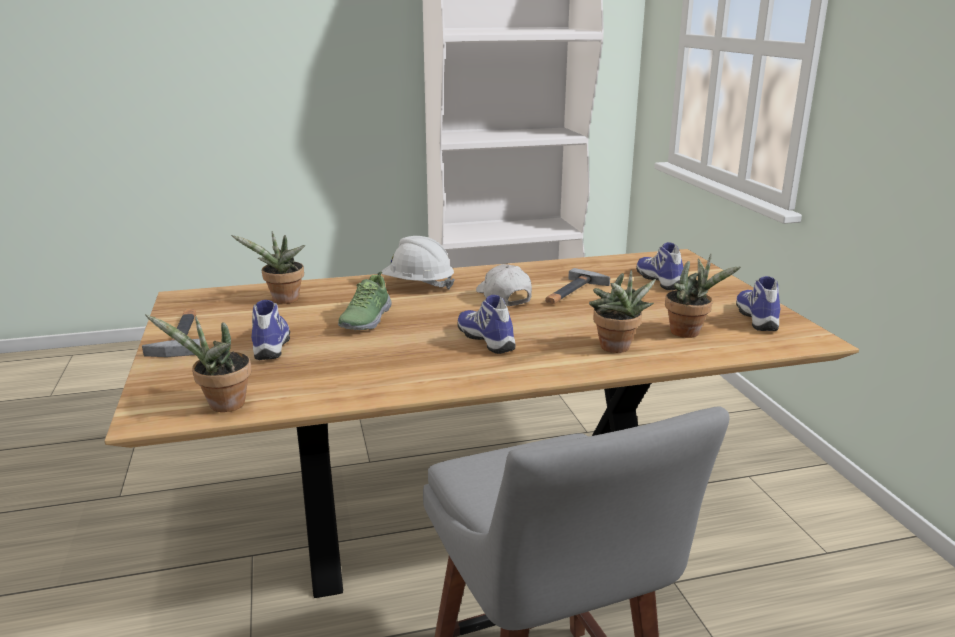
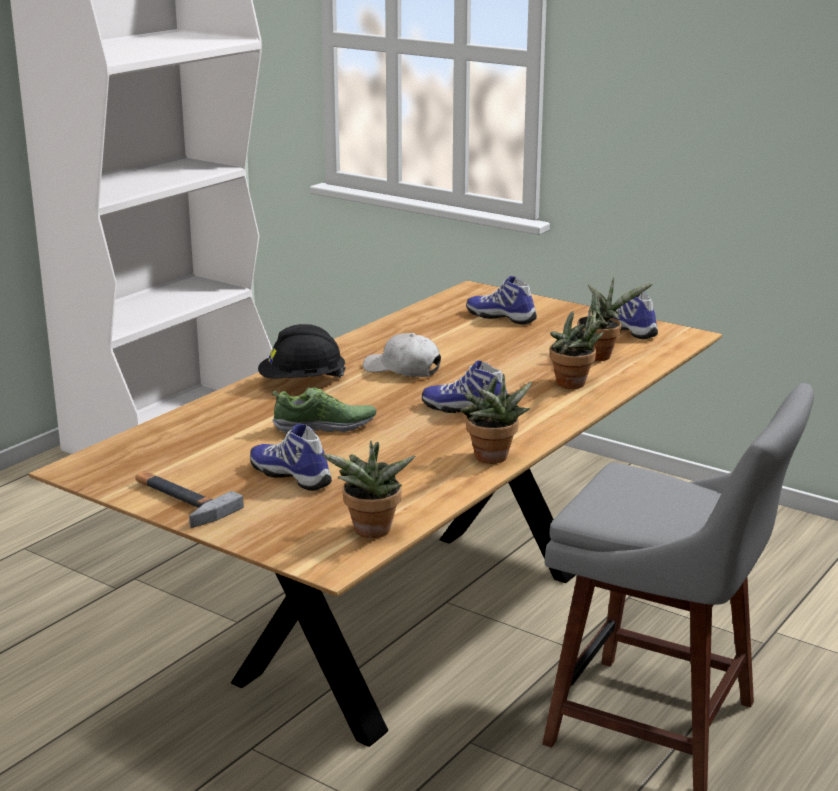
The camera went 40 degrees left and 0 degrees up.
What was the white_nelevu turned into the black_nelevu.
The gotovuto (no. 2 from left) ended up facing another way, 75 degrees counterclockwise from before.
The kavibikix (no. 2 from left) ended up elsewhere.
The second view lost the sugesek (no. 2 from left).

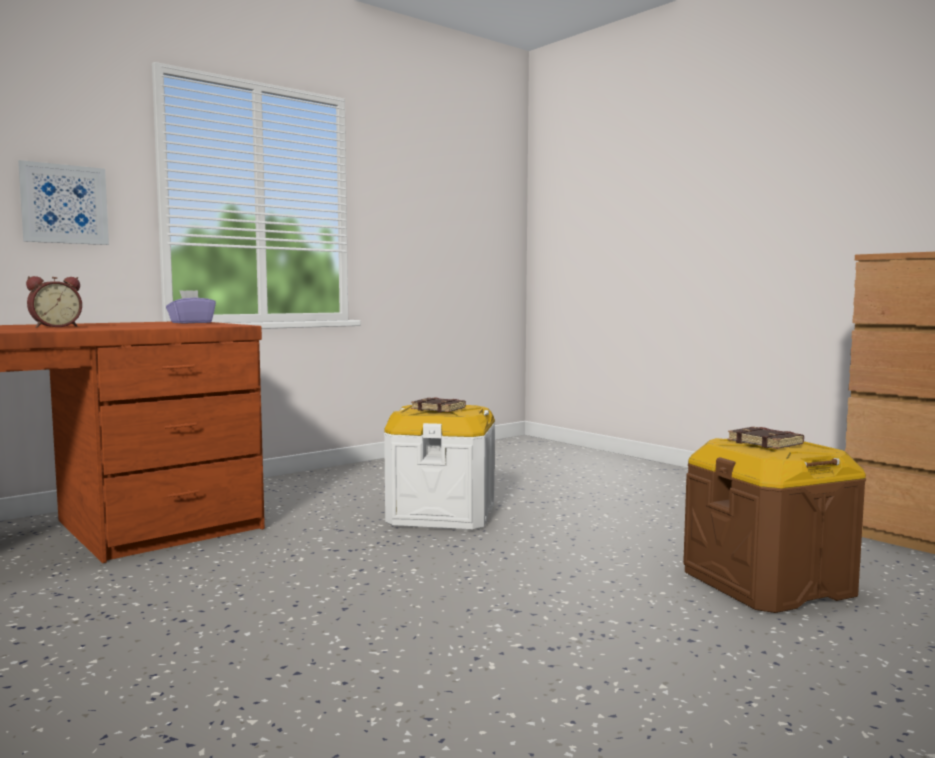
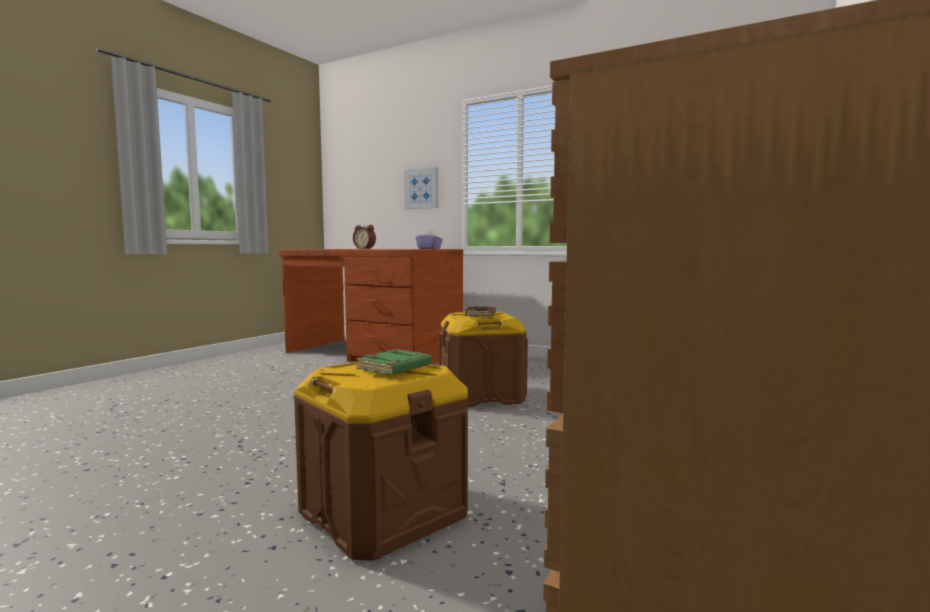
The camera went 70 degrees right and 0 degrees up.
What was the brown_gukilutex (no. 2 from left) turned into the green_gukilutex.
What was the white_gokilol turned into the brown_gokilol (no. 2 from left).

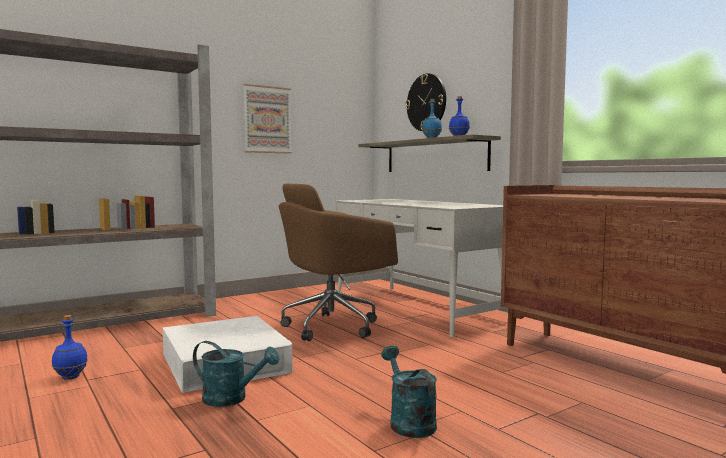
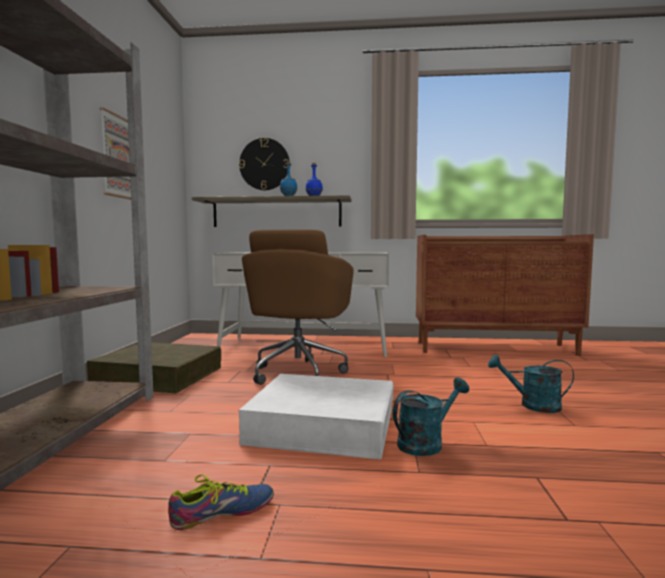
The camera went 50 degrees left and 0 degrees up.
The second view gained the brown_gokilol.
Where the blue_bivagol (no. 1 from left) stood, the gotovuto came to stand.

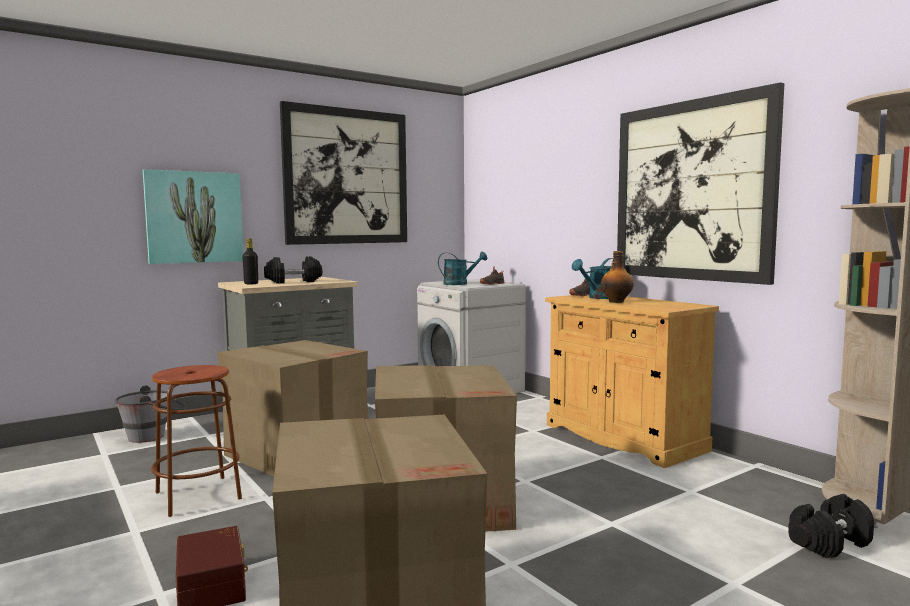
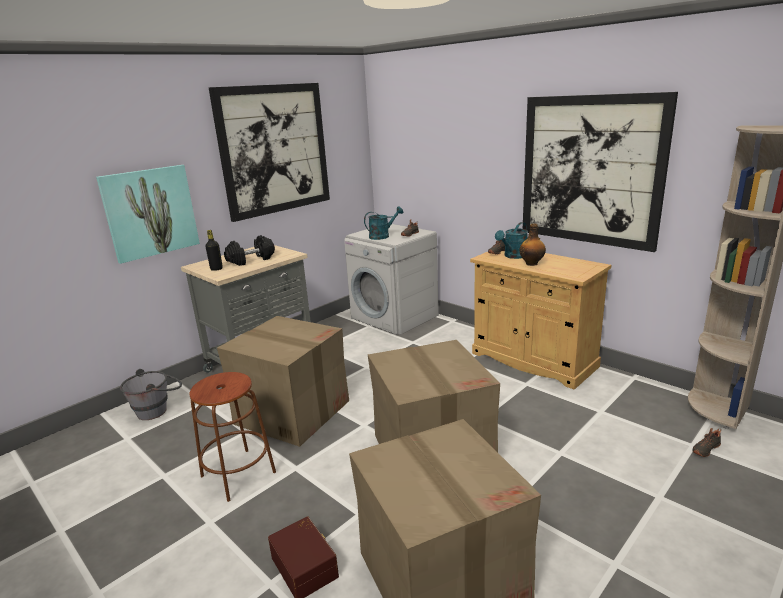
The camera went 10 degrees left and 15 degrees up.
Where the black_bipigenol (no. 2 from left) stood, the black_gotovuto (no. 3 from left) came to stand.

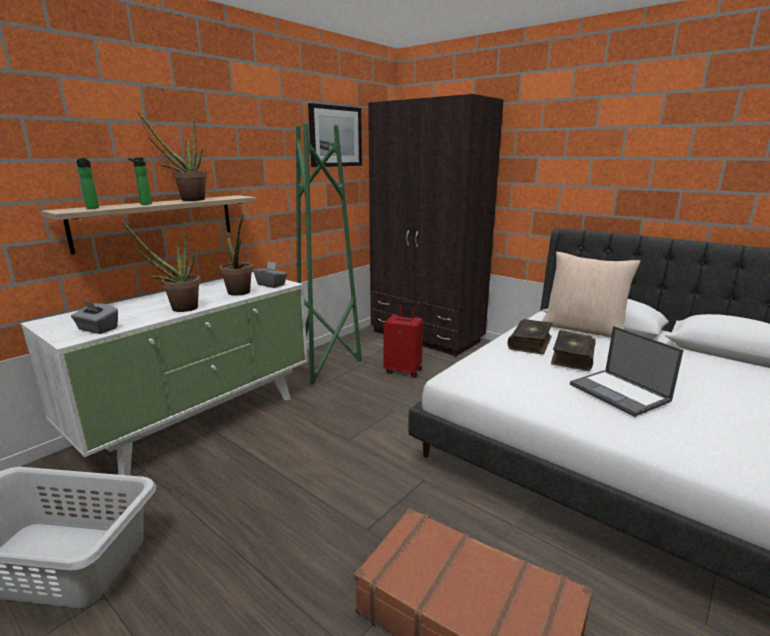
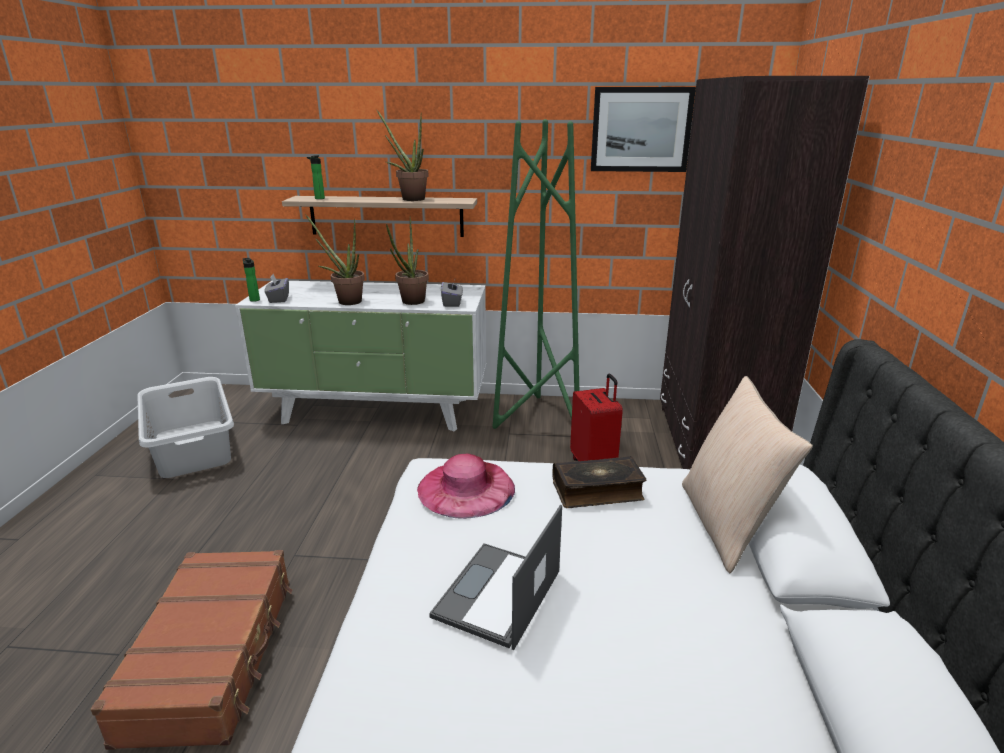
The camera went 55 degrees right and 5 degrees up.
The bivagol (no. 2 from left in the first image) ended up elsewhere.
The second view gained the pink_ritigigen.
The second view lost the gukilutex (no. 2 from left).

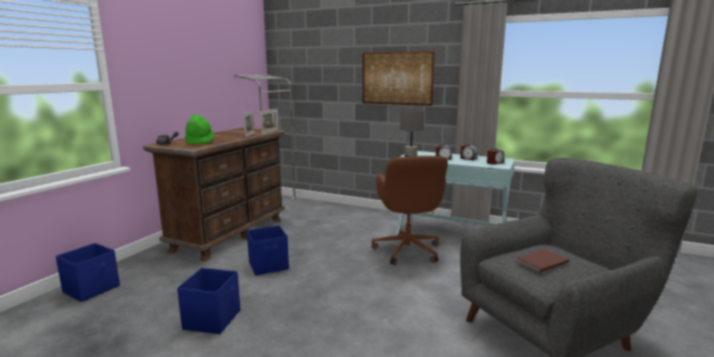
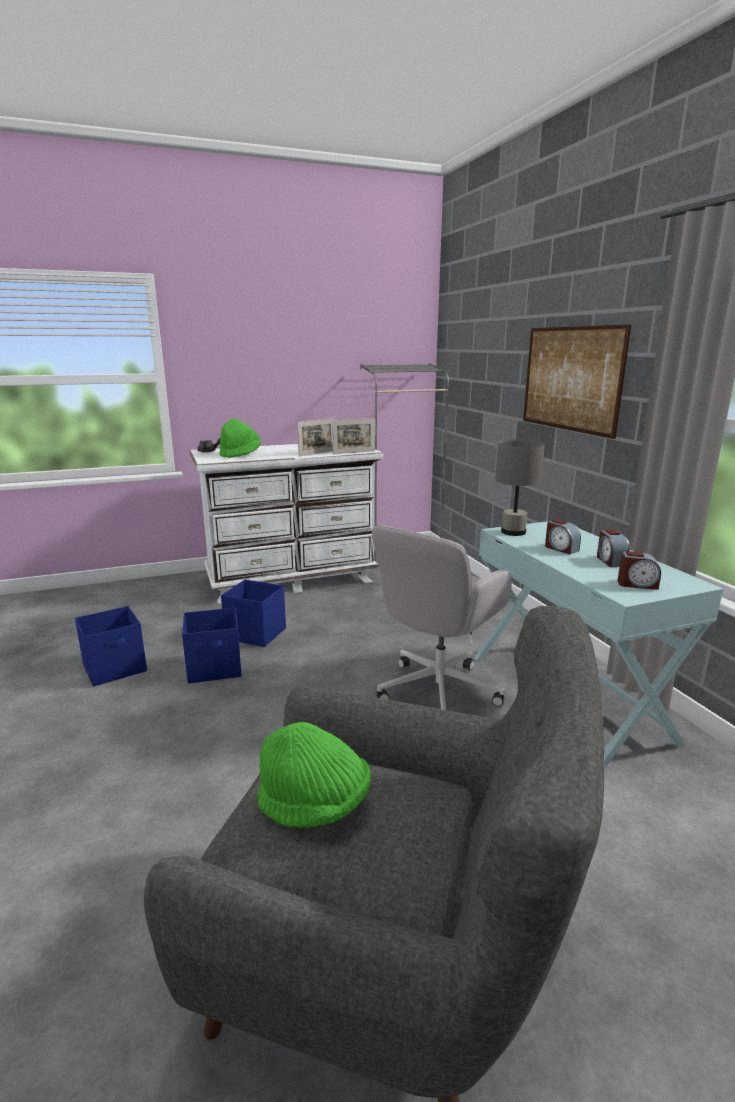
The camera went 45 degrees right and 5 degrees up.
The blue_gokilol (no. 1 from left in the first image) ended up elsewhere.
What was the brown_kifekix turned into the white_kifekix.
Where the brown_gukilutex stood, the green_ritigigen (no. 2 from left) came to stand.
What was the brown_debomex turned into the grey_debomex.

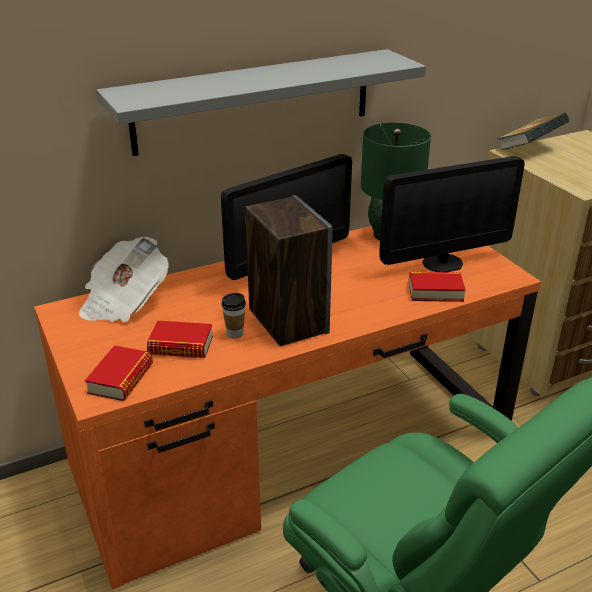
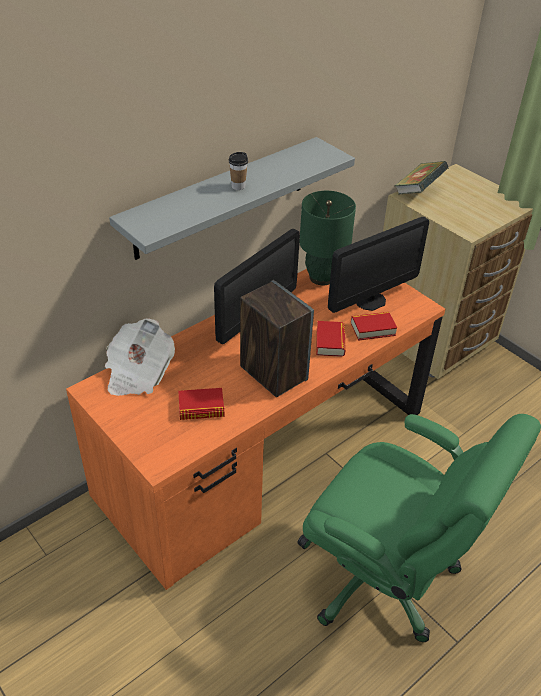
The camera went 15 degrees left and 10 degrees up.
The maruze ended up elsewhere.
The gukilutex (no. 1 from left in the first image) ended up elsewhere.

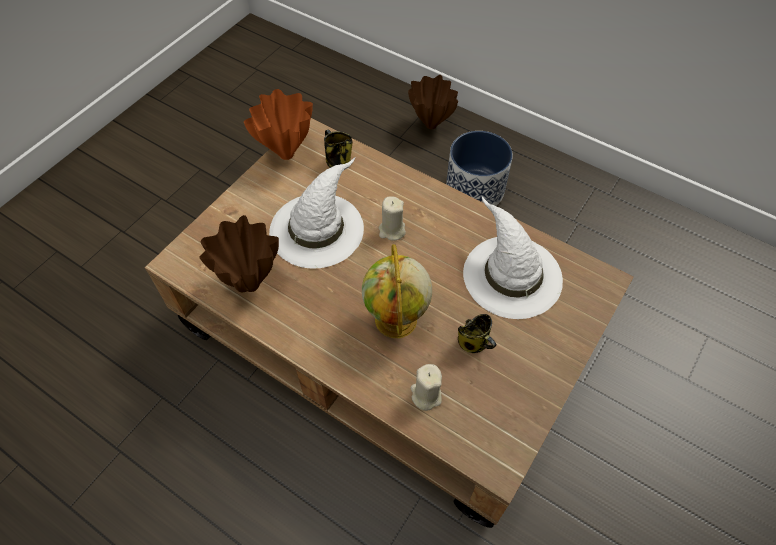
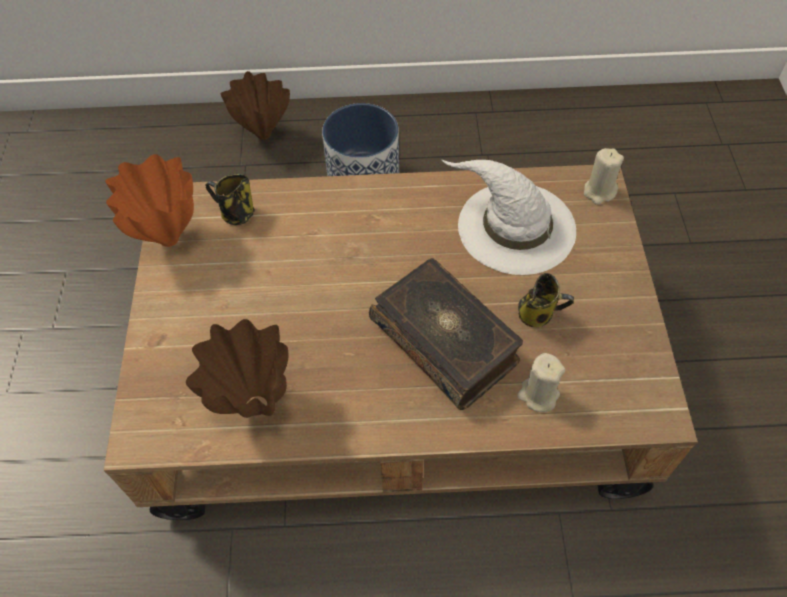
The camera went 35 degrees left and 0 degrees up.
Where the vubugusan stood, the gukilutex came to stand.
The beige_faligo (no. 1 from left in the first image) ended up elsewhere.
The second view lost the white_ritigigen (no. 1 from left).

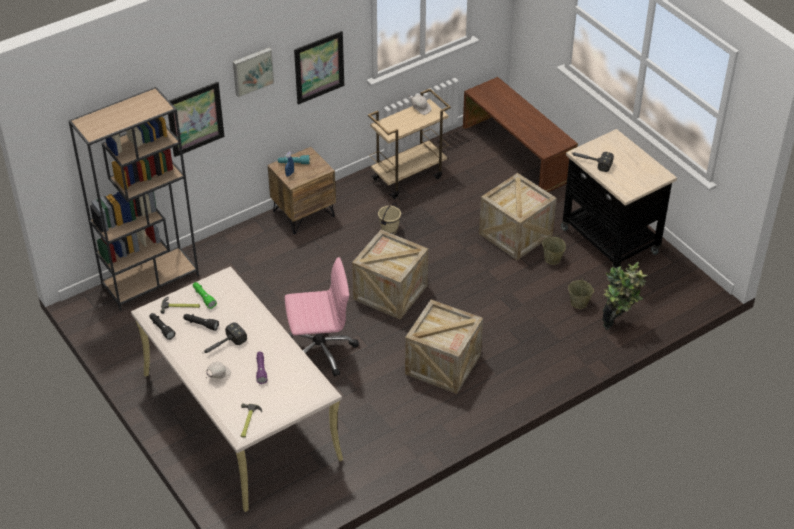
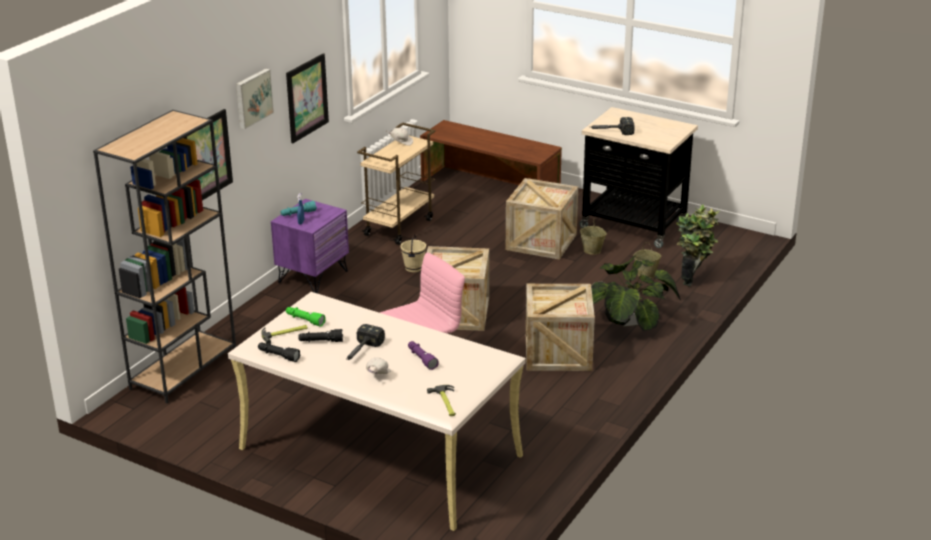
The camera went 25 degrees left and 15 degrees down.
What was the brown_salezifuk turned into the purple_salezifuk.
The second view gained the kavibikix (no. 1 from left).

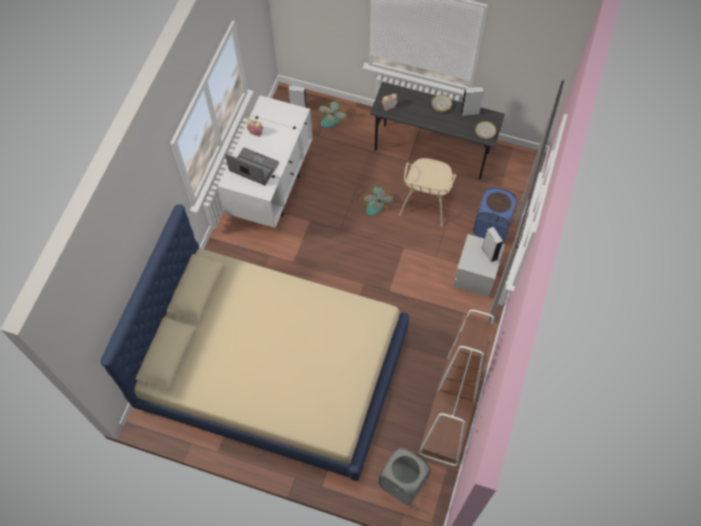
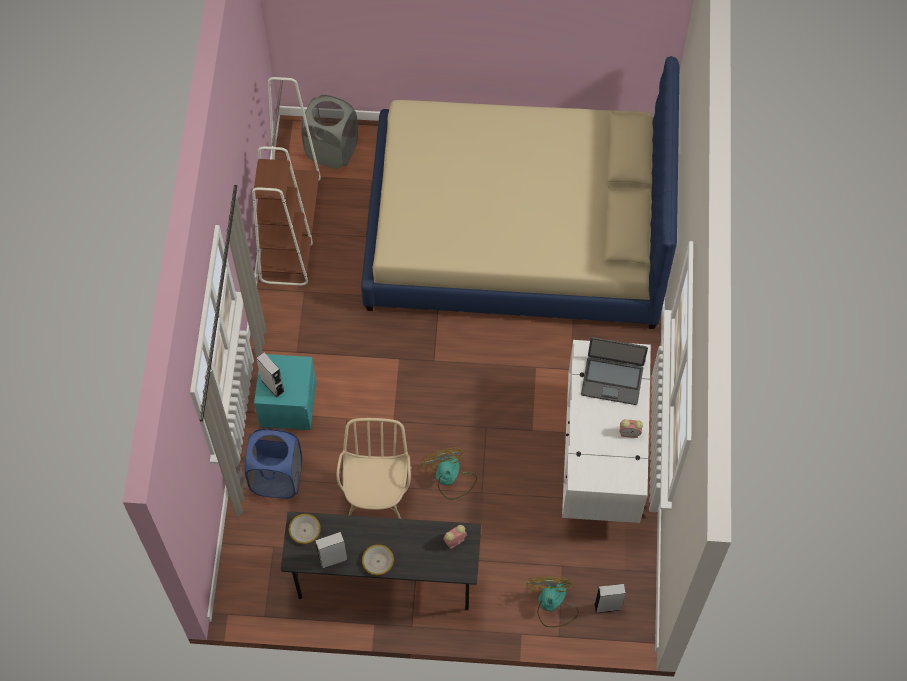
The camera went 165 degrees right and 0 degrees up.
What was the white_salezifuk turned into the turquoise_salezifuk.

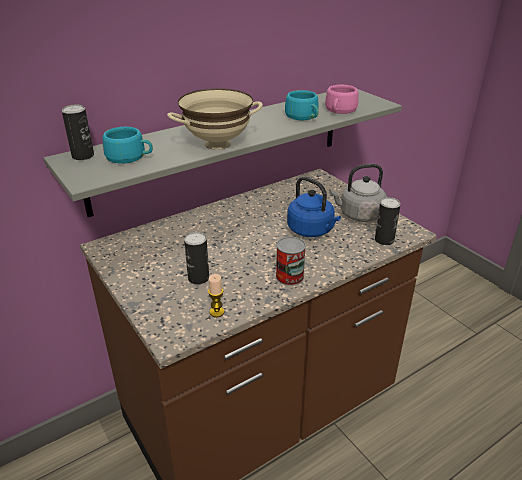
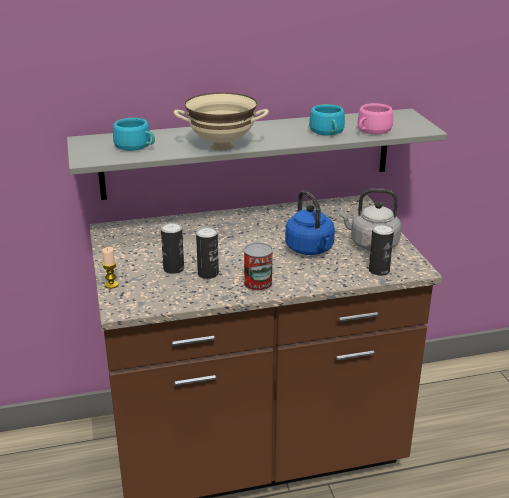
The camera went 20 degrees right and 5 degrees down.
The faligo ended up elsewhere.
The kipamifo (no. 1 from left in the first image) ended up elsewhere.

